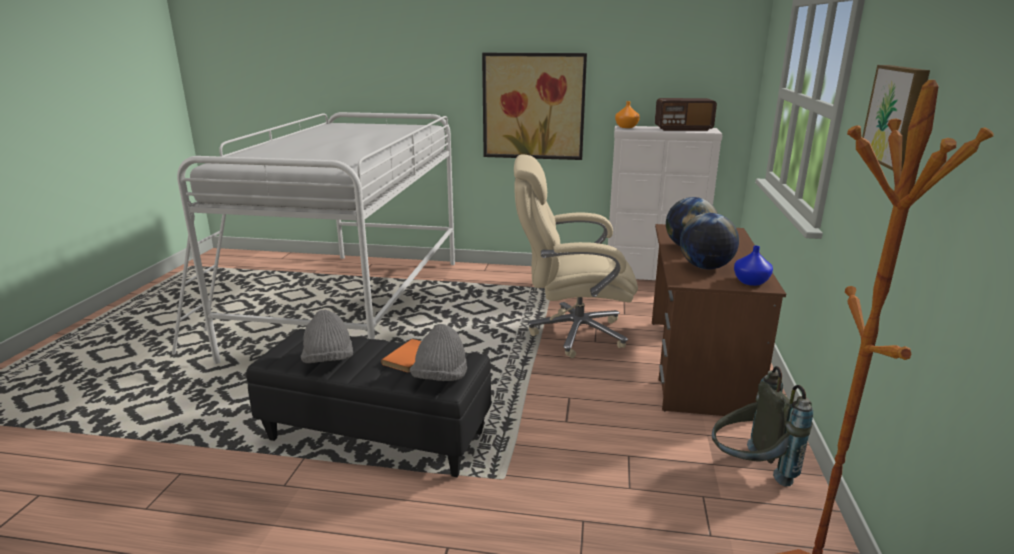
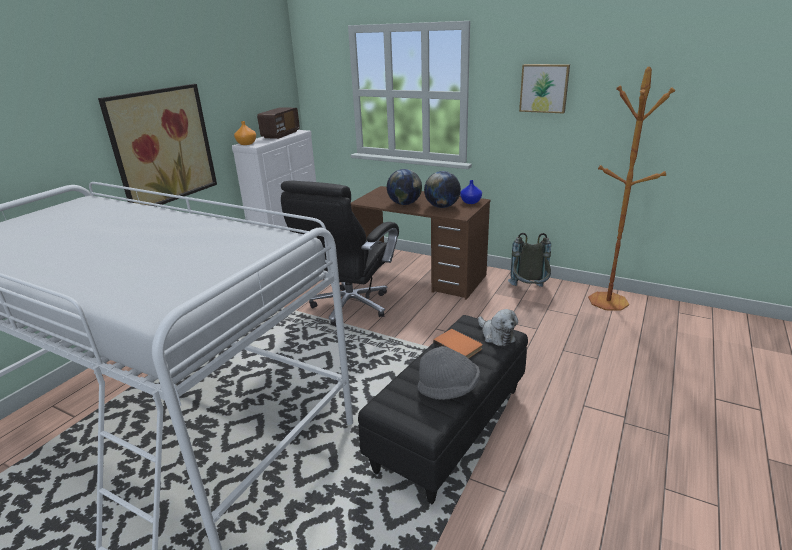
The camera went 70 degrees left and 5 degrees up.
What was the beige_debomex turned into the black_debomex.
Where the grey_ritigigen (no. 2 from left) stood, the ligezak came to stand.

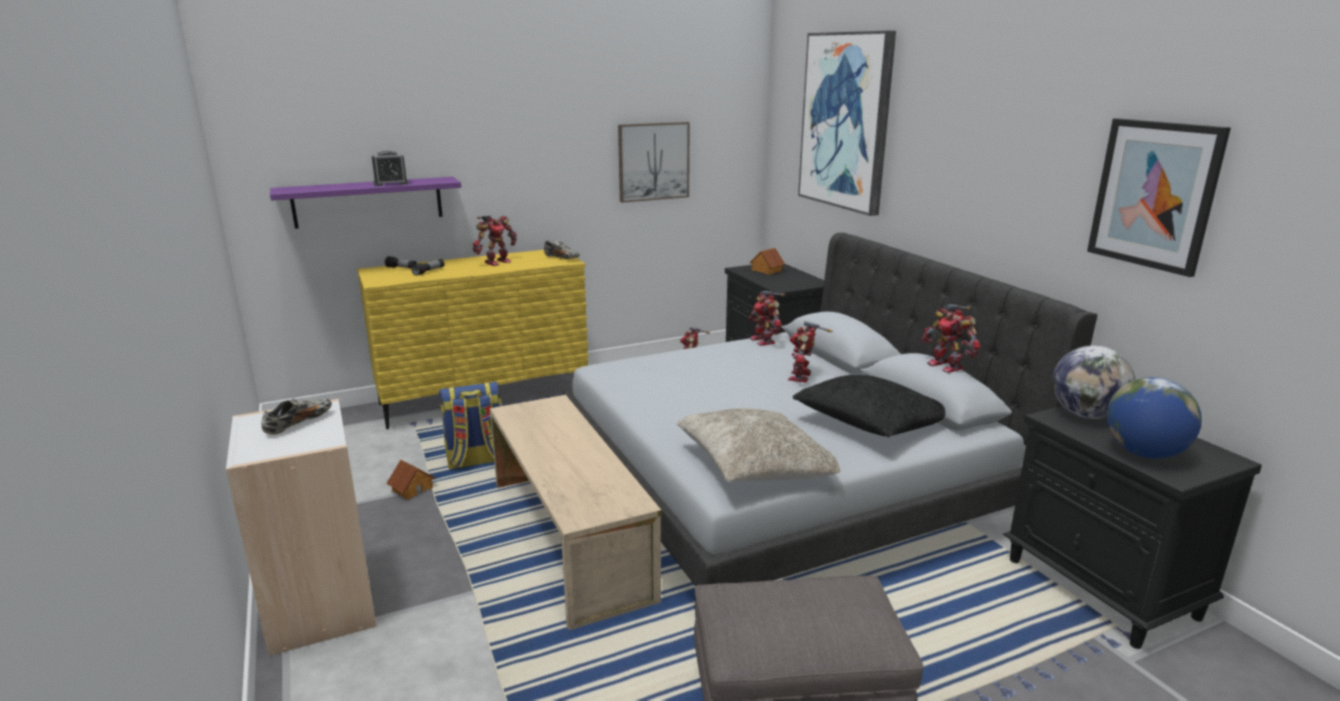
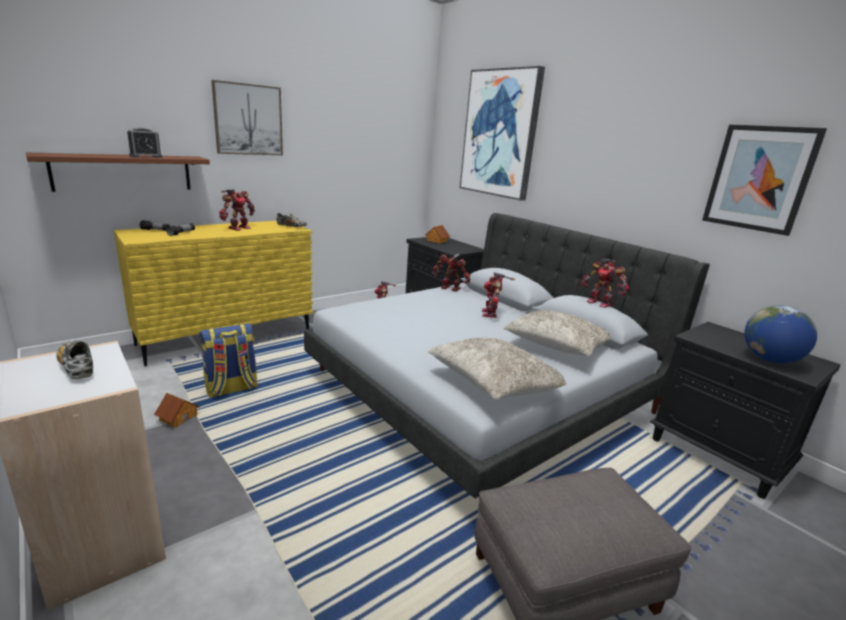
The camera went 15 degrees left and 0 degrees up.
What was the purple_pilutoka turned into the brown_pilutoka.
The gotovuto (no. 1 from left) ended up facing another way, 60 degrees counterclockwise from before.
The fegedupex (no. 1 from left) ended up elsewhere.
The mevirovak (no. 3 from left) ended up facing another way, 150 degrees clockwise from before.
What was the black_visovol turned into the beige_visovol (no. 2 from left).
The second view lost the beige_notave.
The second view lost the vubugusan (no. 1 from left).

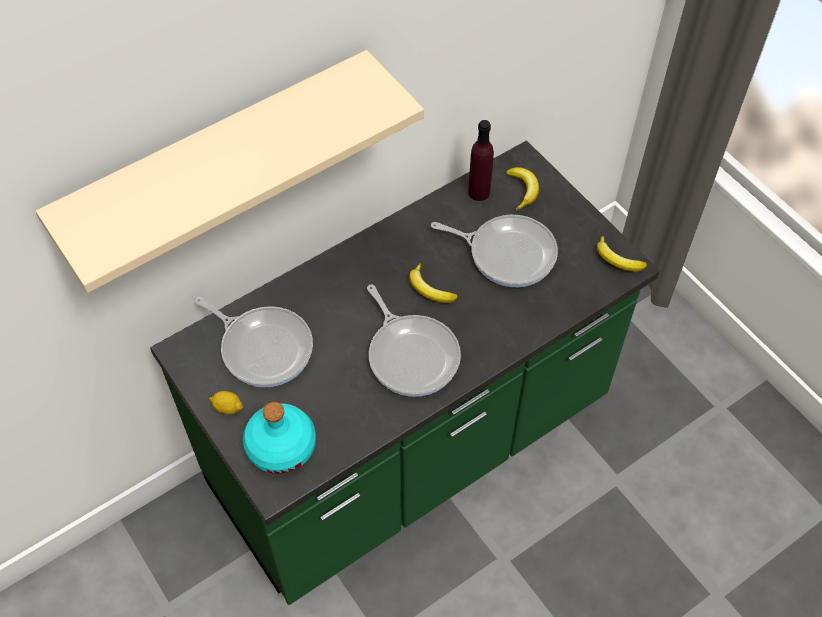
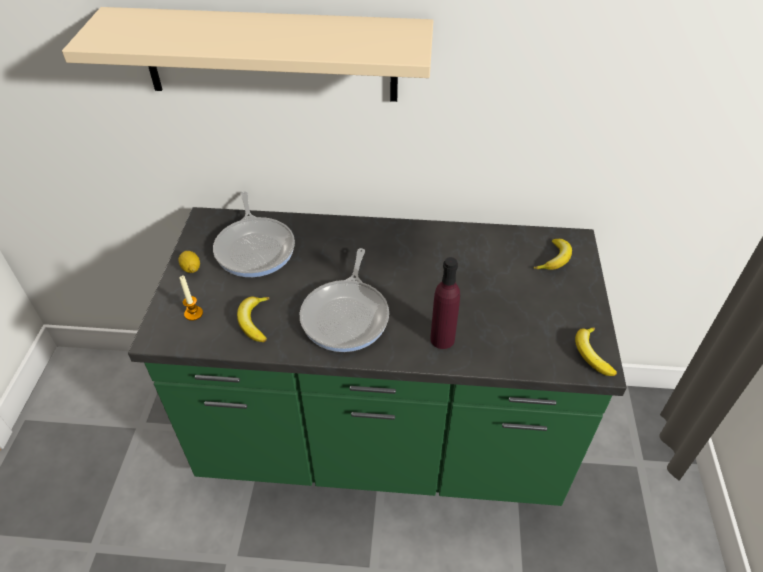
The camera went 40 degrees right and 10 degrees down.
Where the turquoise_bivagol stood, the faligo came to stand.
The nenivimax (no. 1 from left) ended up elsewhere.
The purple_bivagol ended up elsewhere.
The second view lost the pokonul (no. 3 from left).

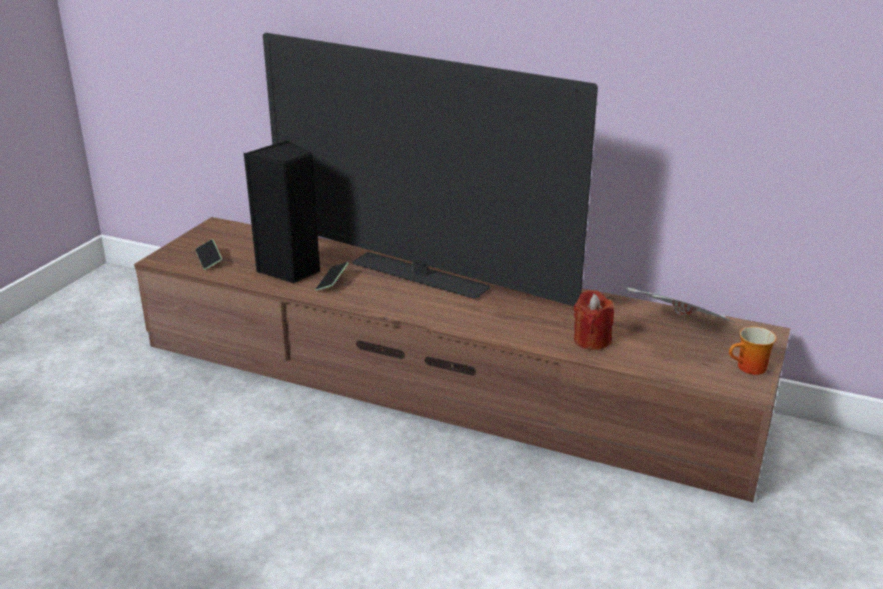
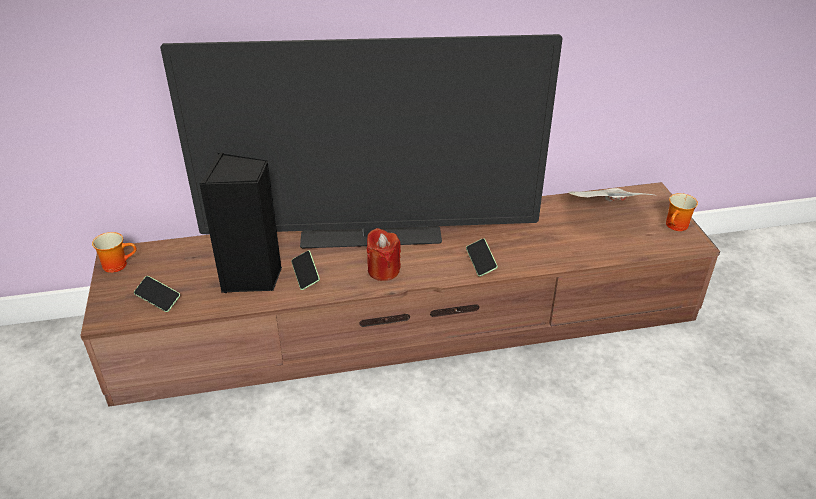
The camera went 35 degrees left and 10 degrees up.
The second view gained the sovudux (no. 1 from left).
The red_faligo ended up elsewhere.
The second view gained the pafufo (no. 3 from left).

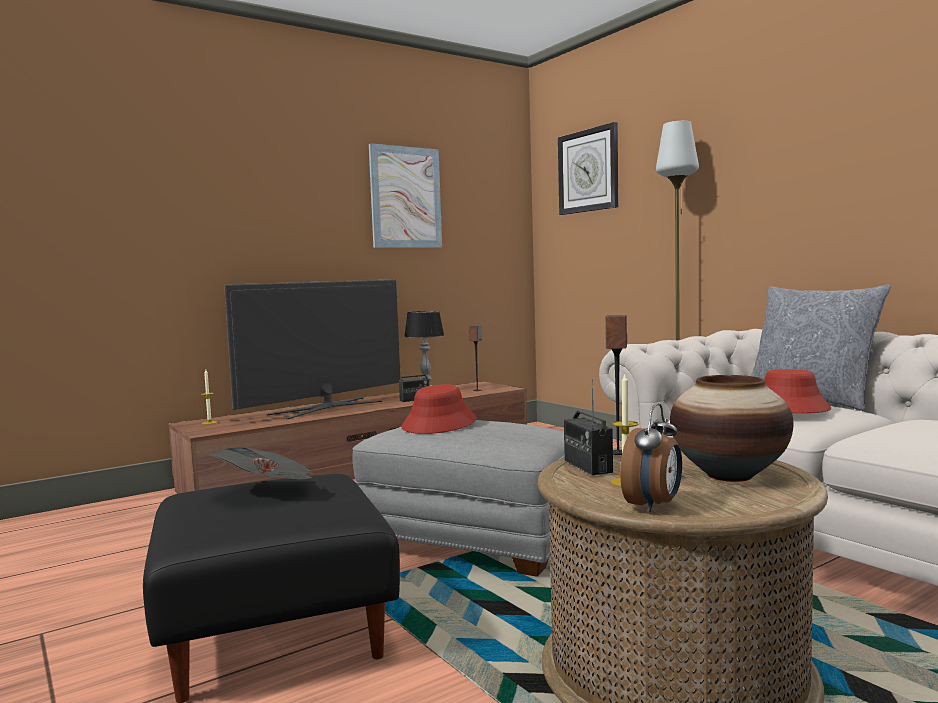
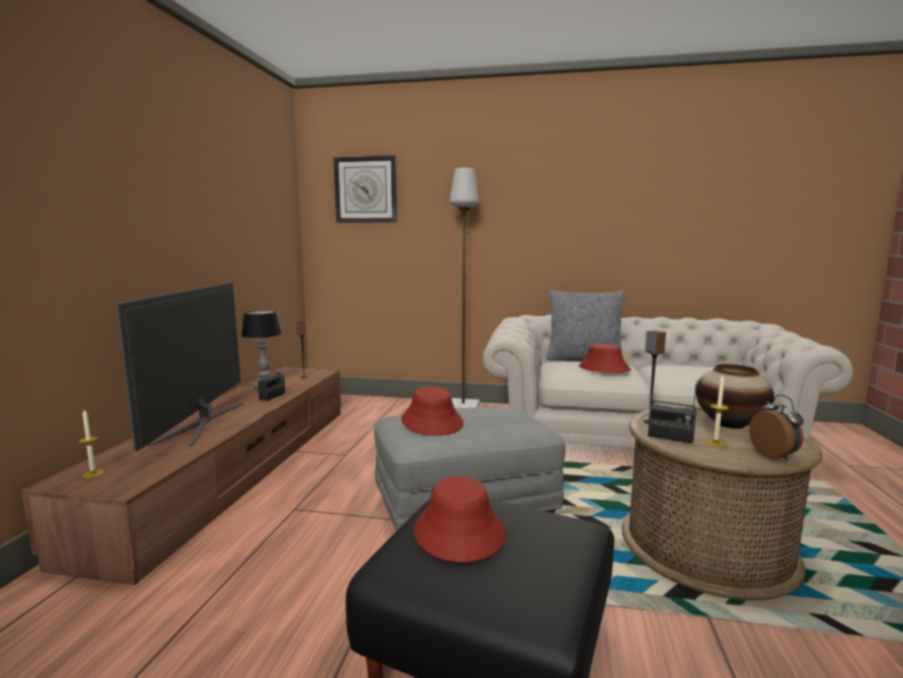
The camera went 45 degrees left and 5 degrees up.
Where the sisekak stood, the red_ritigigen (no. 2 from left) came to stand.
The second view lost the fegedupex.

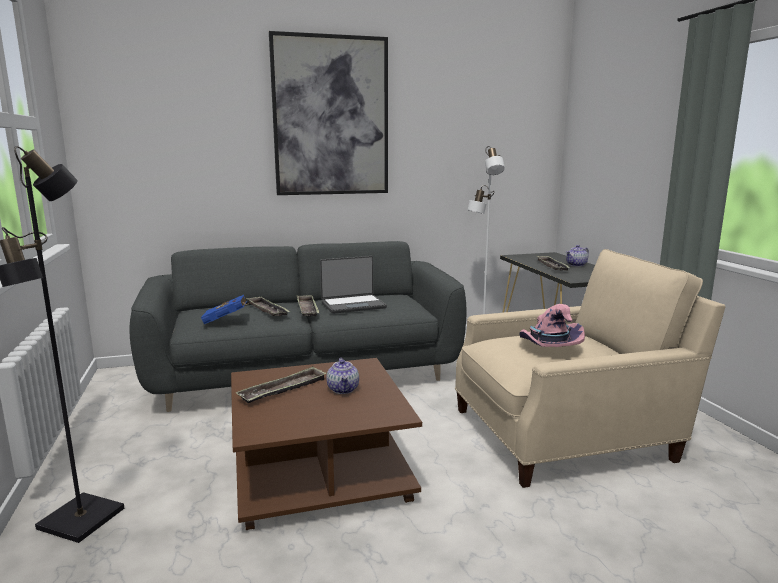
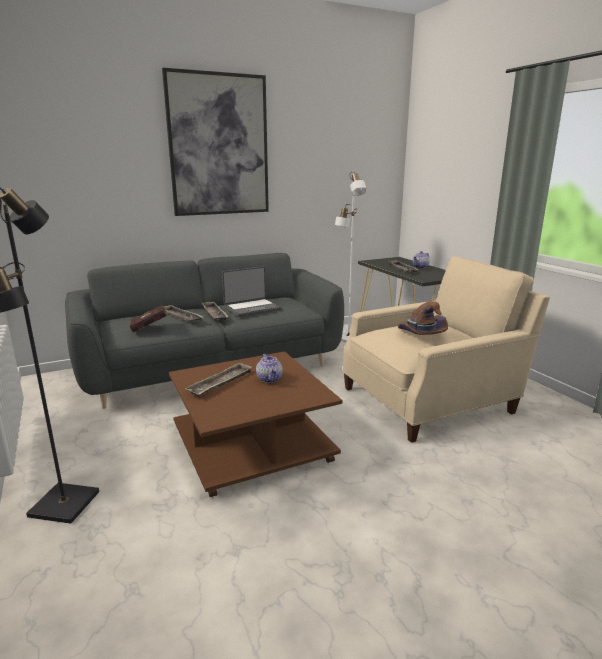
The camera went 10 degrees left and 5 degrees up.
What was the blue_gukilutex turned into the red_gukilutex.
What was the pink_ritigigen turned into the brown_ritigigen.

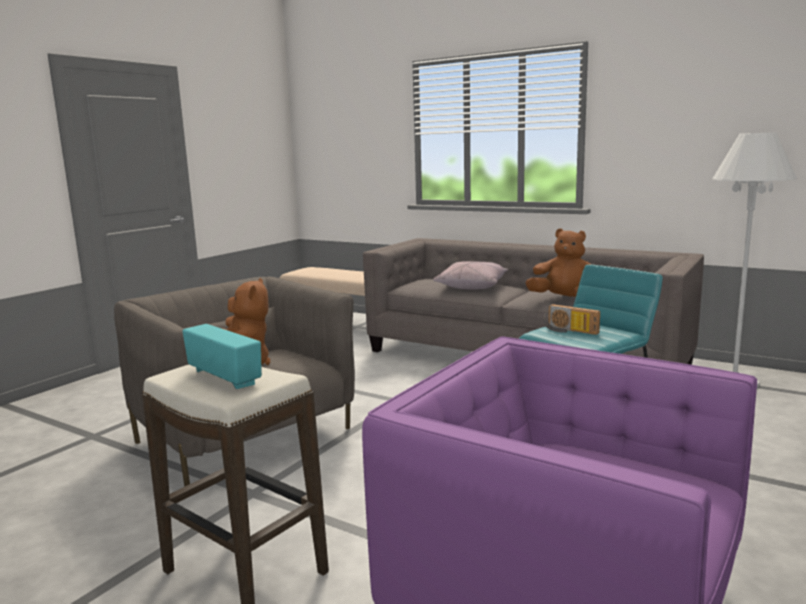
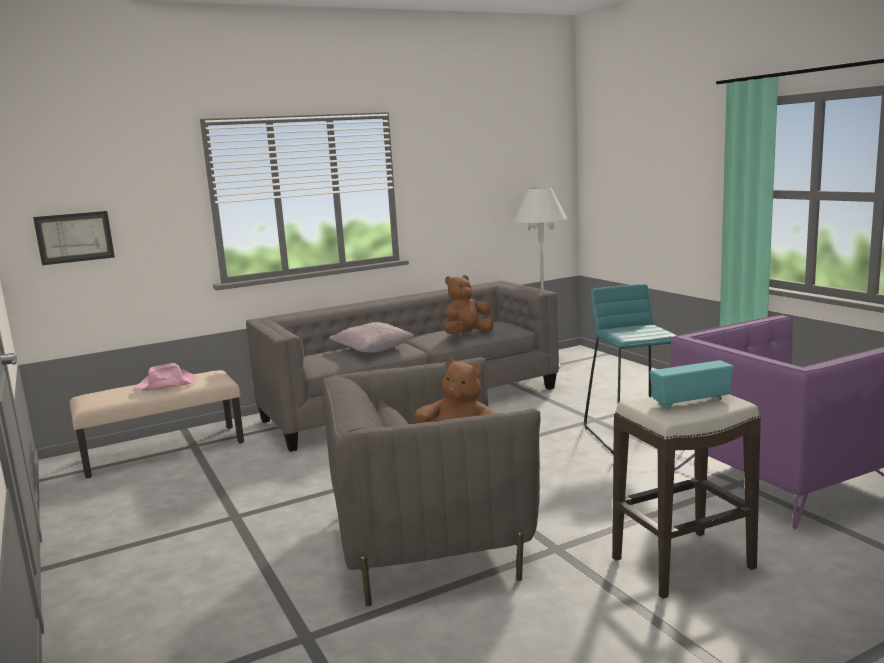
The camera went 60 degrees left and 0 degrees up.
The second view gained the fegedupex.
The second view gained the pink_ritigigen.
The second view lost the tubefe (no. 2 from left).

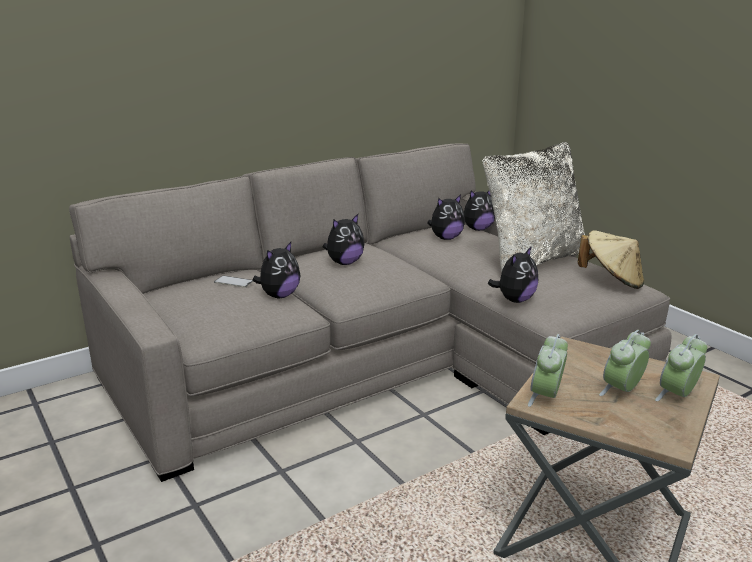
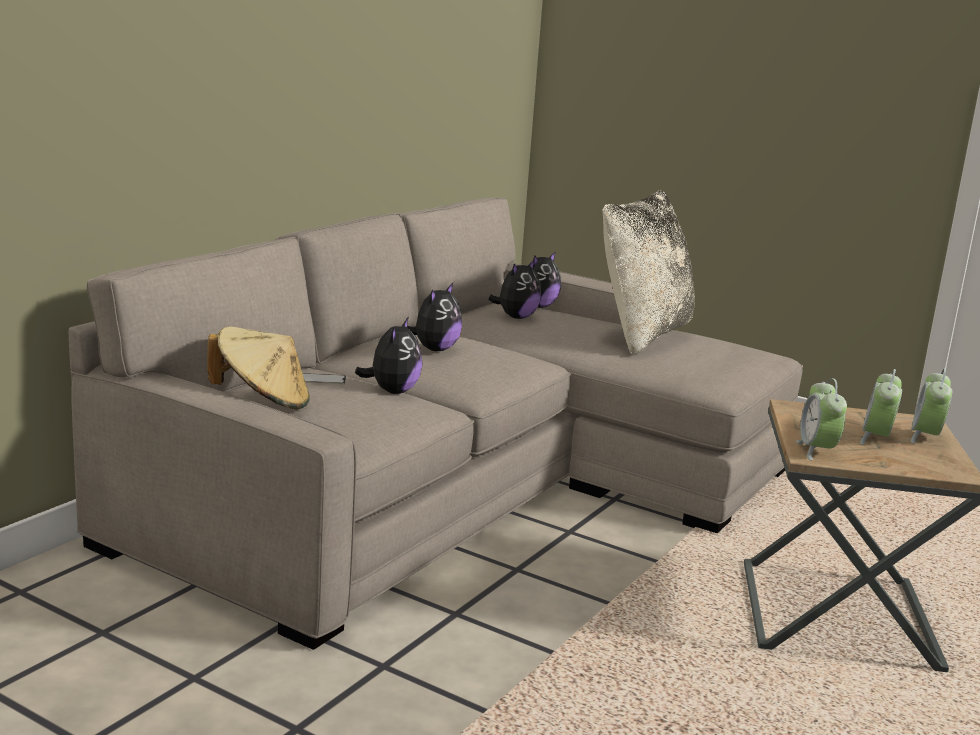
The camera went 25 degrees left and 5 degrees down.
The beige_ritigigen ended up elsewhere.
The second view lost the ligezak (no. 5 from left).

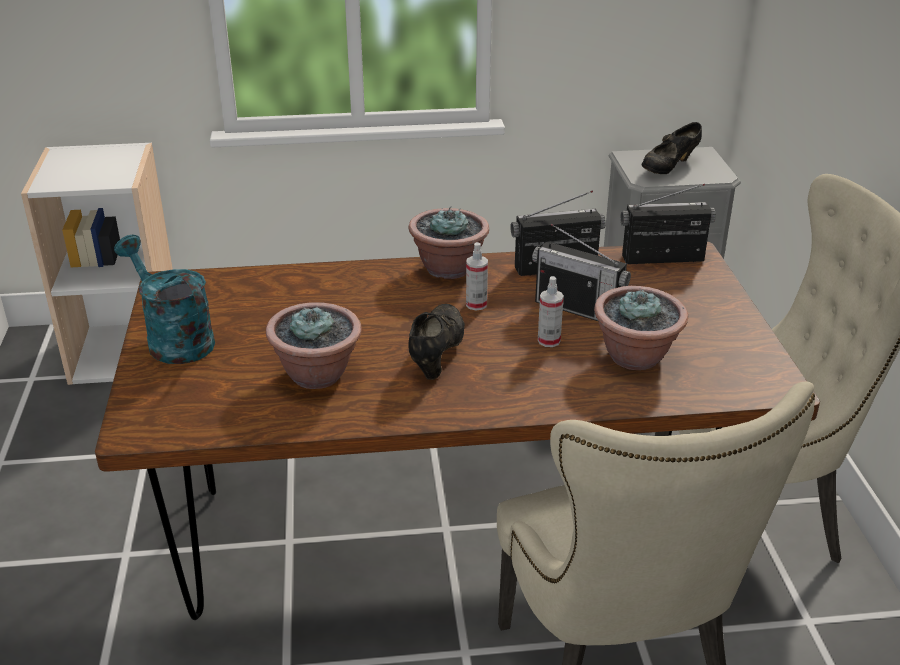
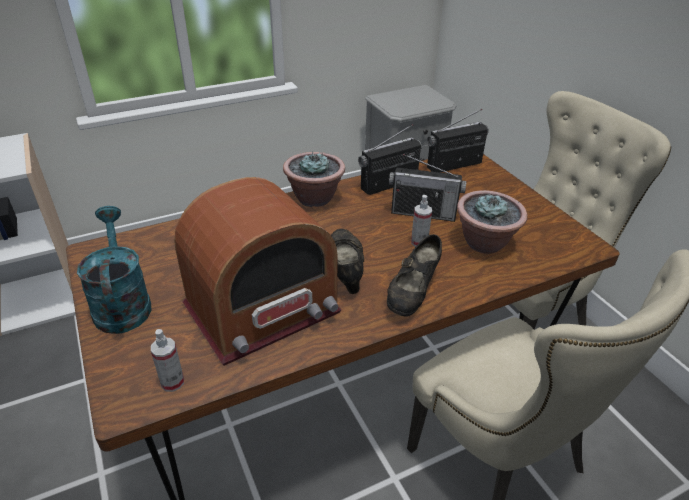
The camera went 20 degrees left and 5 degrees up.
The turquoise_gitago ended up facing another way, 45 degrees clockwise from before.
The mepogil (no. 1 from left) ended up elsewhere.
Where the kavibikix (no. 1 from left) stood, the tubefe (no. 1 from left) came to stand.
The black_gotovuto (no. 2 from left) ended up elsewhere.

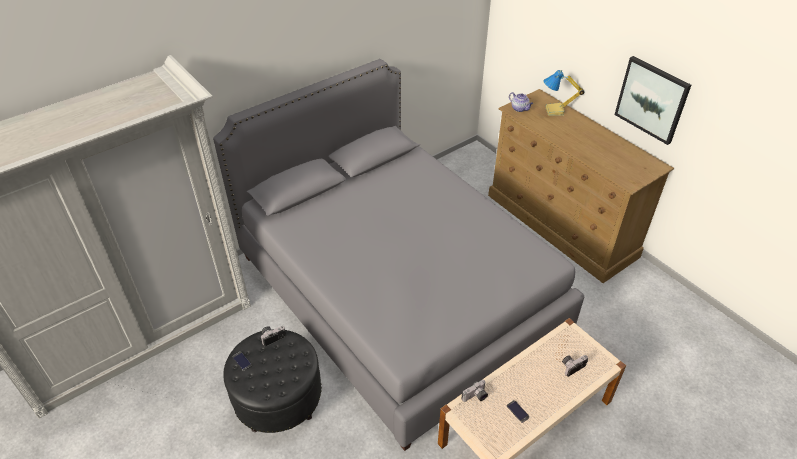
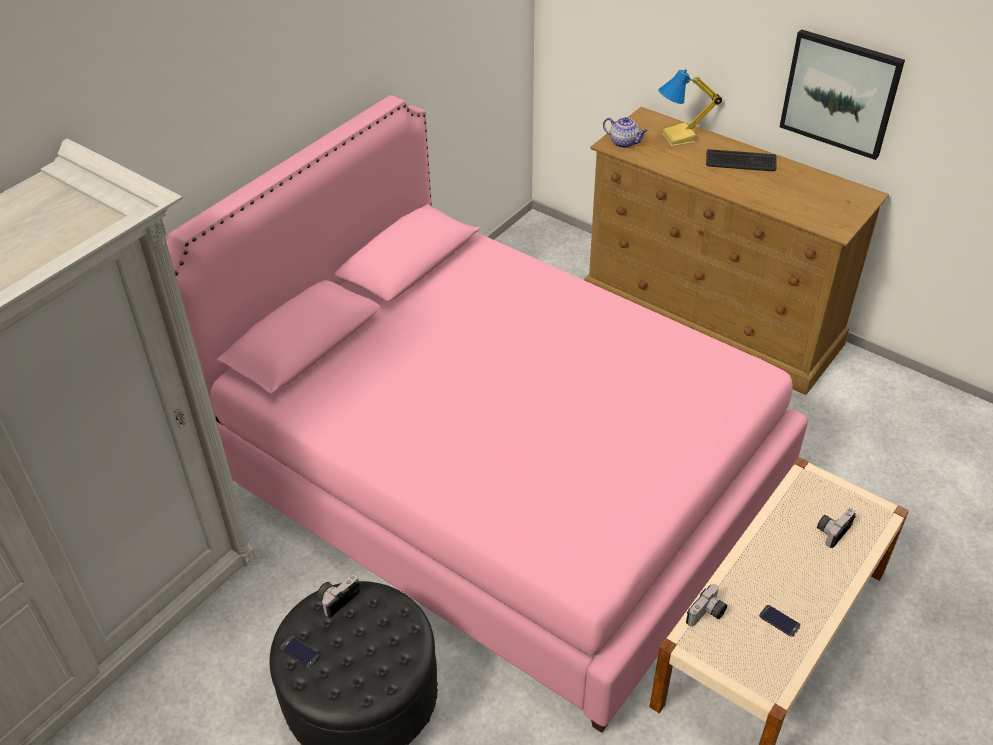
The camera went 15 degrees left and 0 degrees up.
What was the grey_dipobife turned into the pink_dipobife.
The second view gained the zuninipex.

